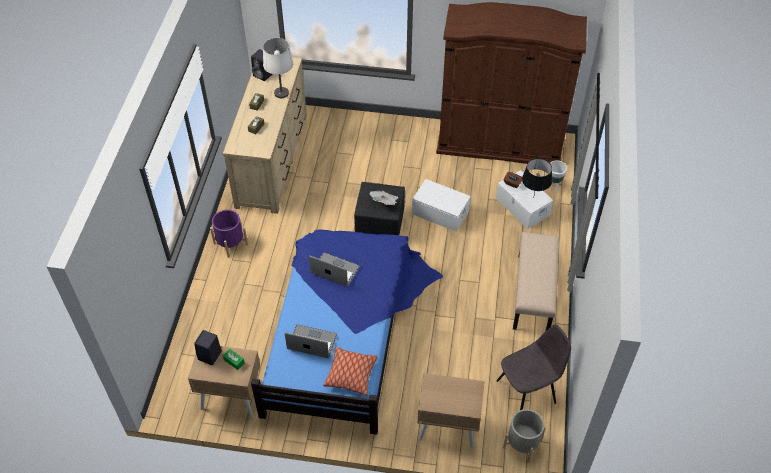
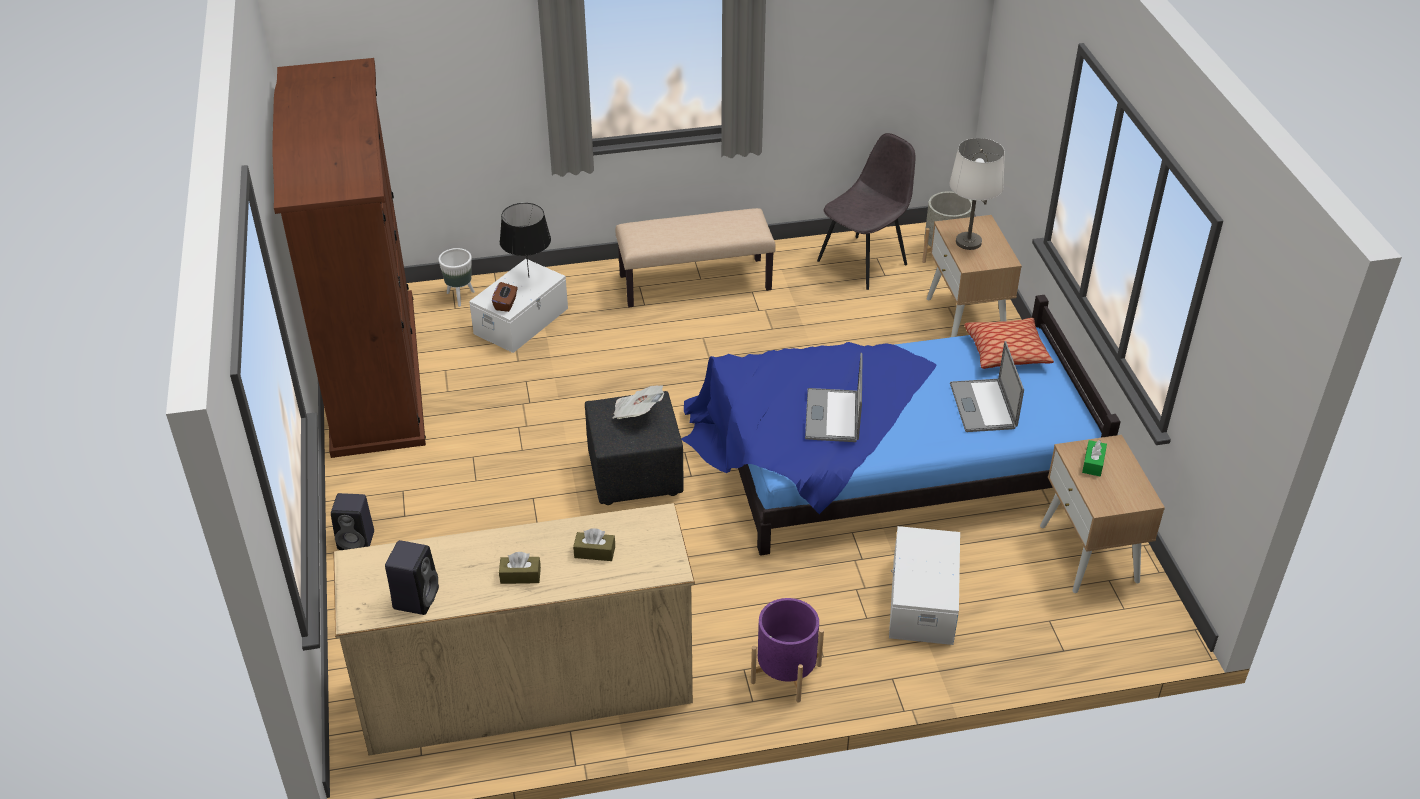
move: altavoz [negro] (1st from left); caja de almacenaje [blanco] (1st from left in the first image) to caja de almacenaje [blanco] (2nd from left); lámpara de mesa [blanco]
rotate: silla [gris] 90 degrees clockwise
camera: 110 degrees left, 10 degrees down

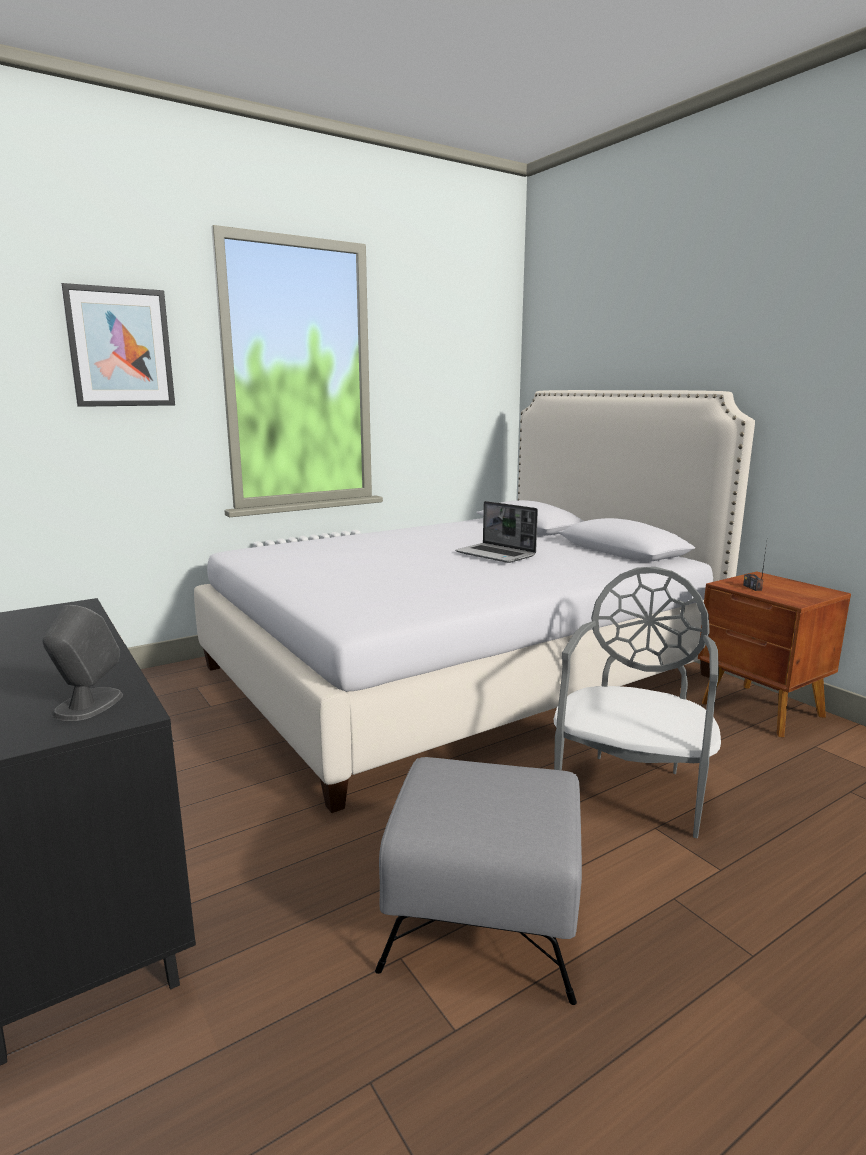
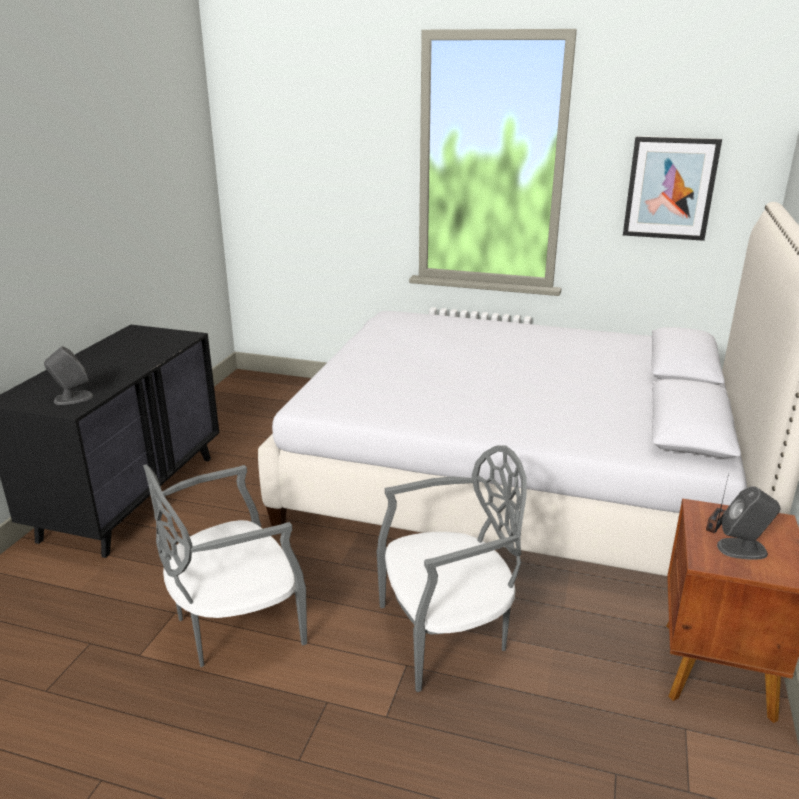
delete: portátil
insert: altavoz [gris] (2nd from left)
move: cuadro
replace: puf [gris] to silla [gris] (1st from left)
camera: 50 degrees right, 10 degrees up

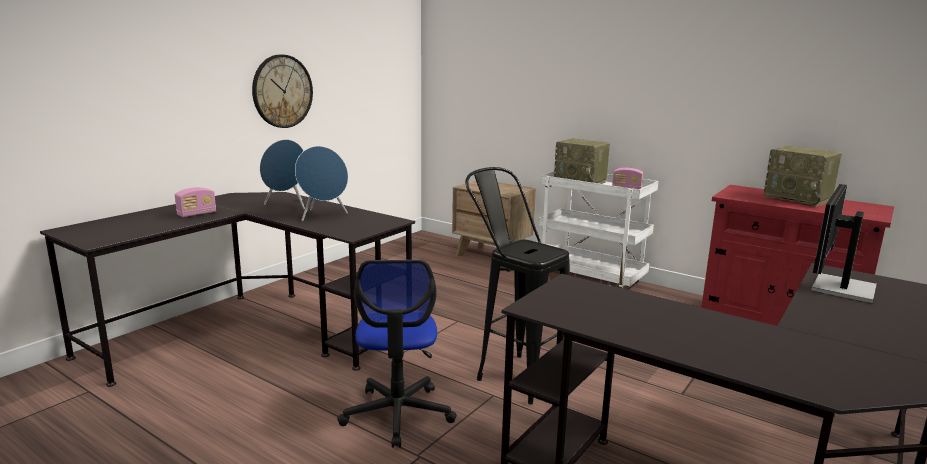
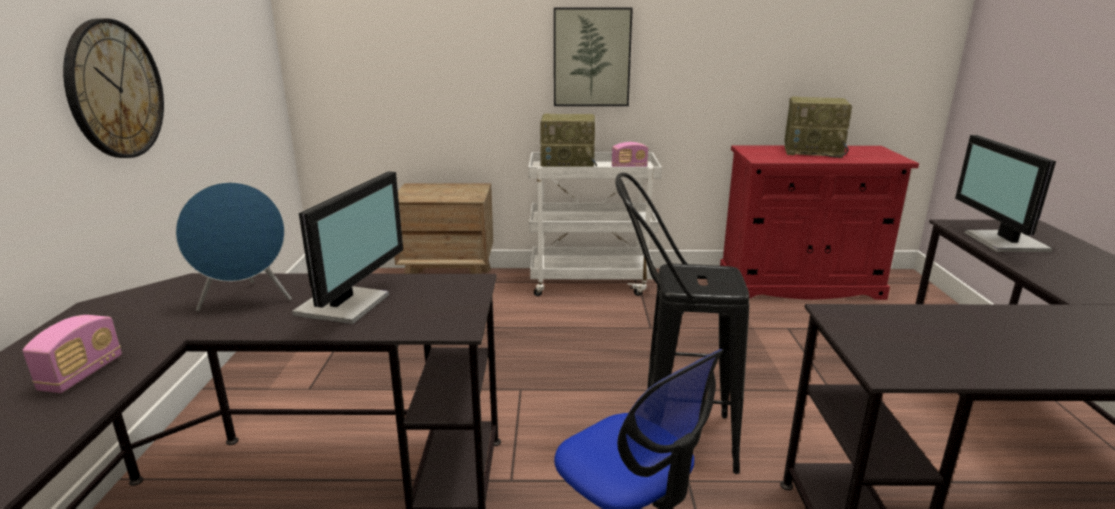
insert: cuadro
replace: altavoz [azul] (2nd from left) to monitor (1st from left)
camera: 35 degrees left, 5 degrees up

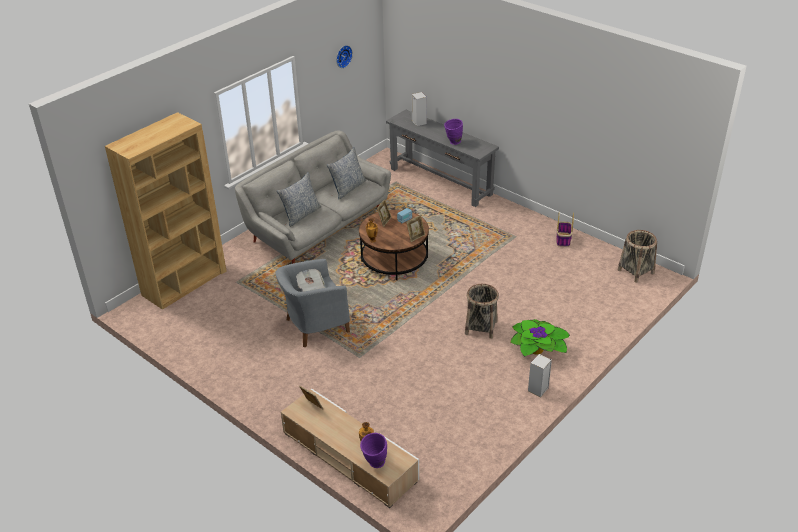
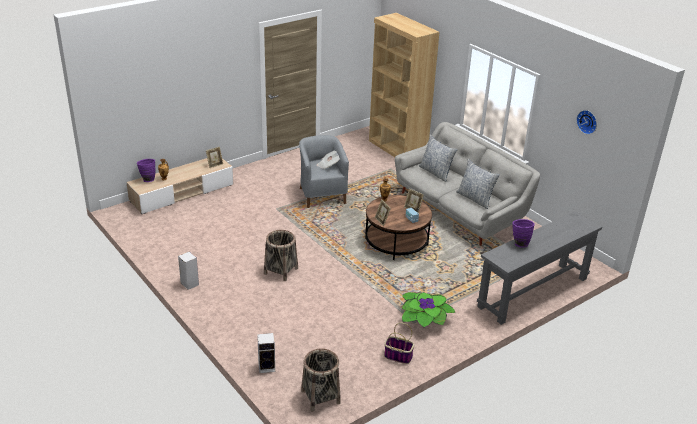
move: altavoz (1st from left in the first image) to altavoz (2nd from left); planta en maceta
camera: 100 degrees right, 5 degrees down

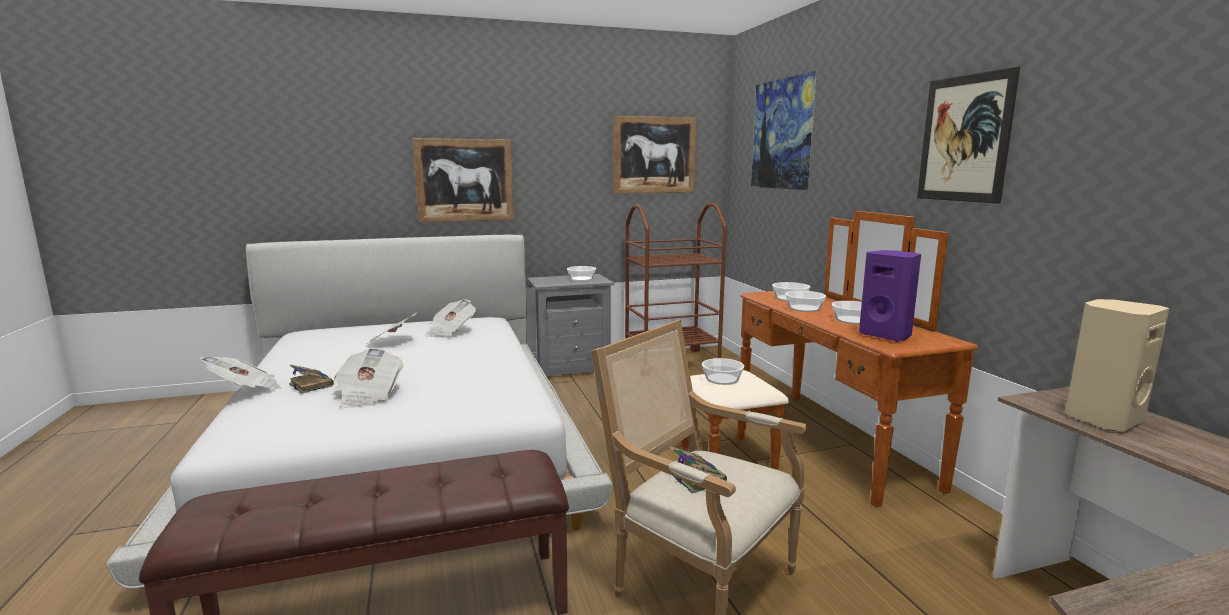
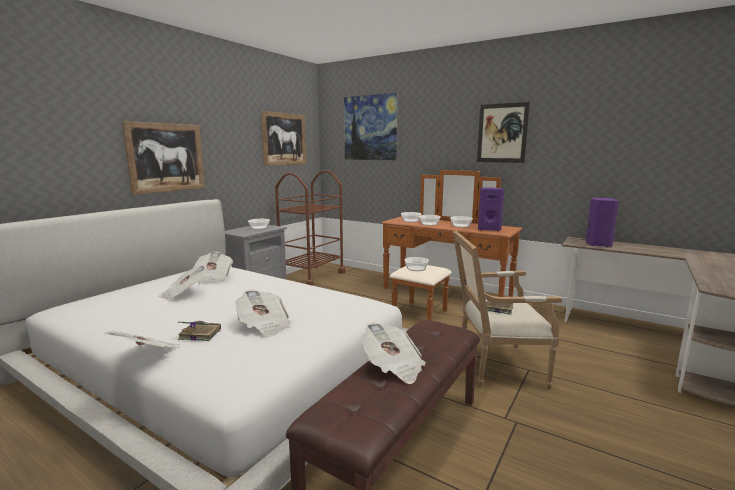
insert: periódico (5th from left)
recolor: altavoz [beis] to altavoz [morado] (2nd from left)
camera: 40 degrees left, 0 degrees up

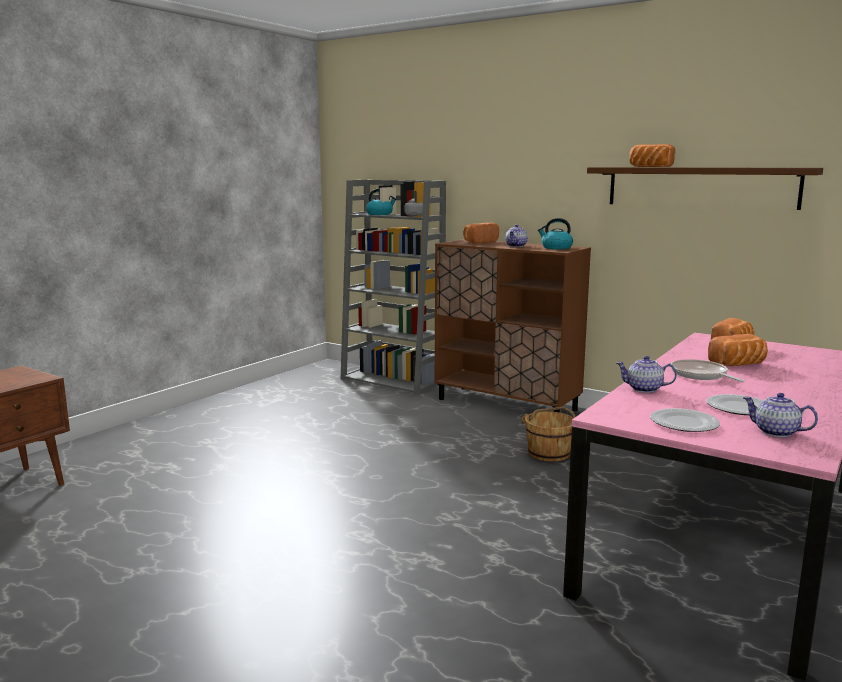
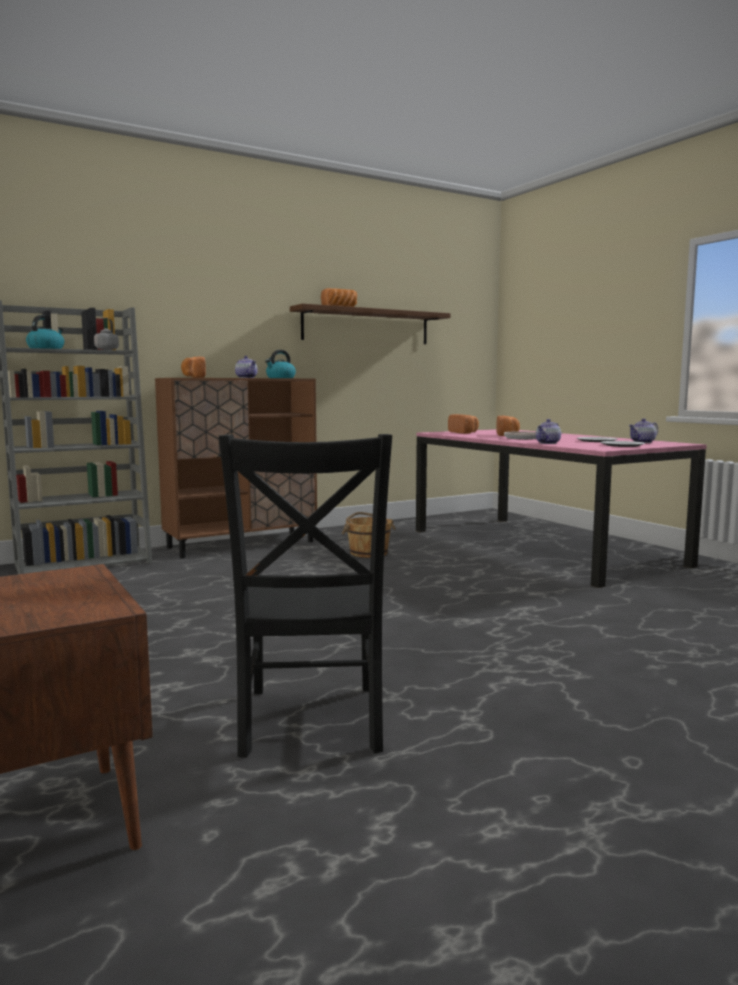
insert: silla [negro]
camera: 65 degrees left, 5 degrees down

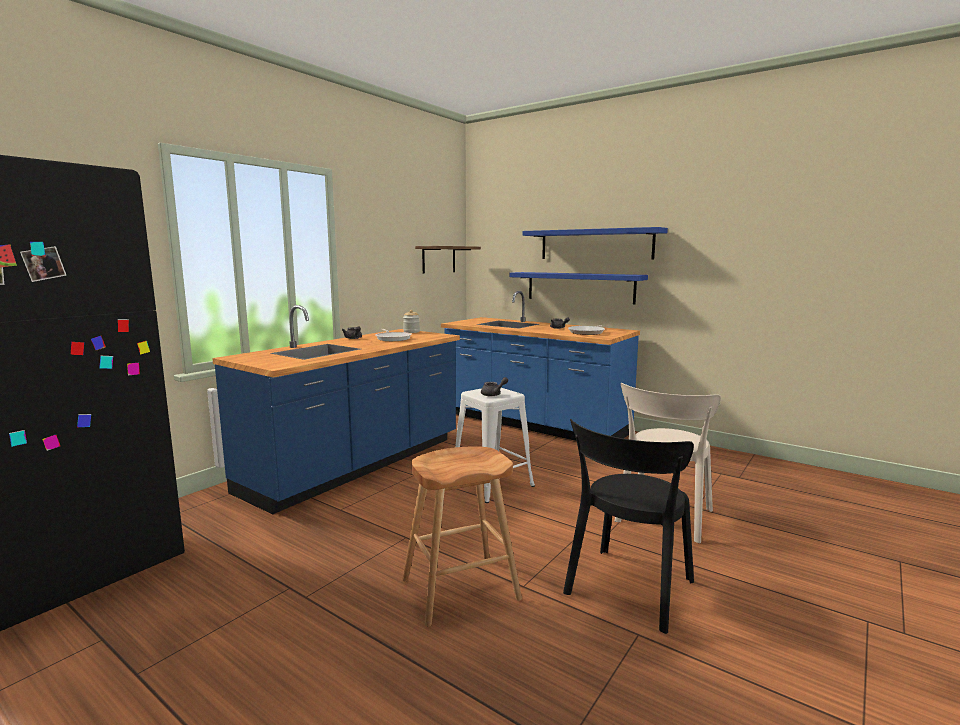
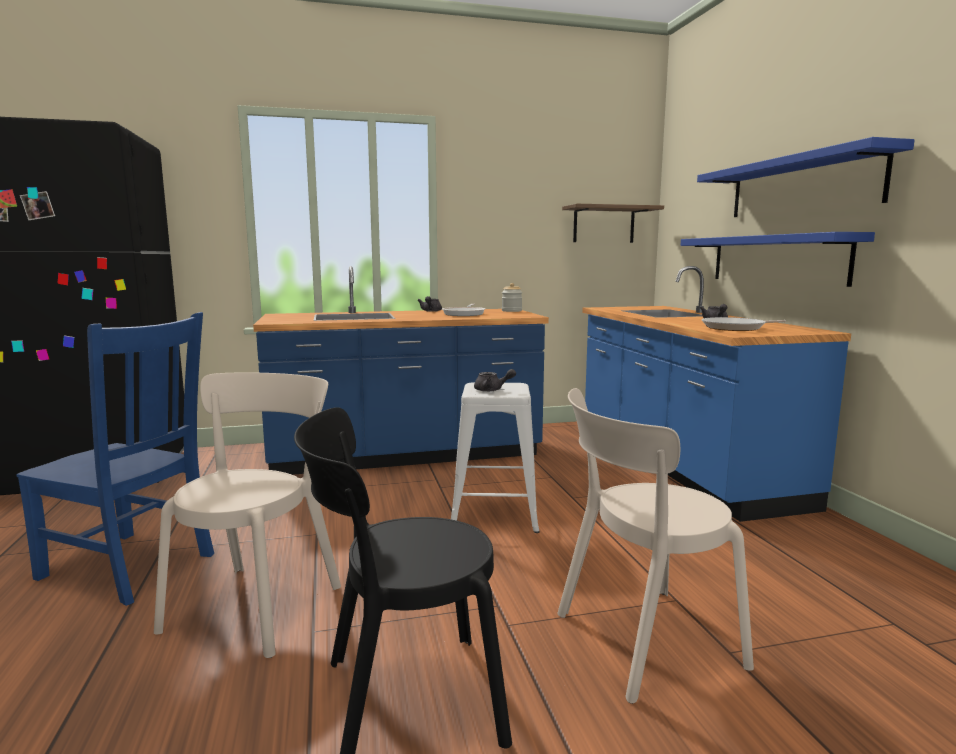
insert: silla [azul]
replace: taburete [marrón] to silla [beis] (1st from left)
camera: 40 degrees right, 0 degrees up

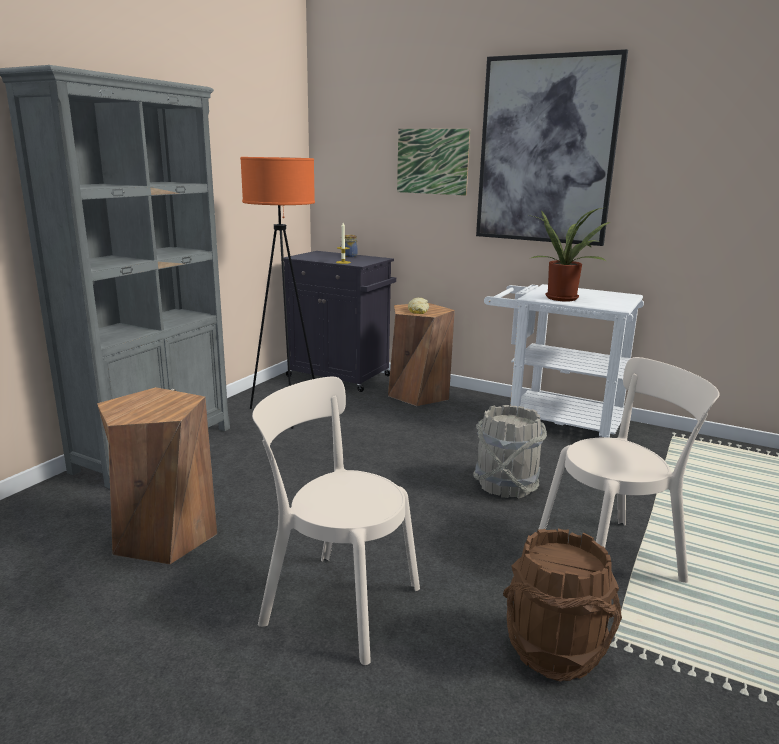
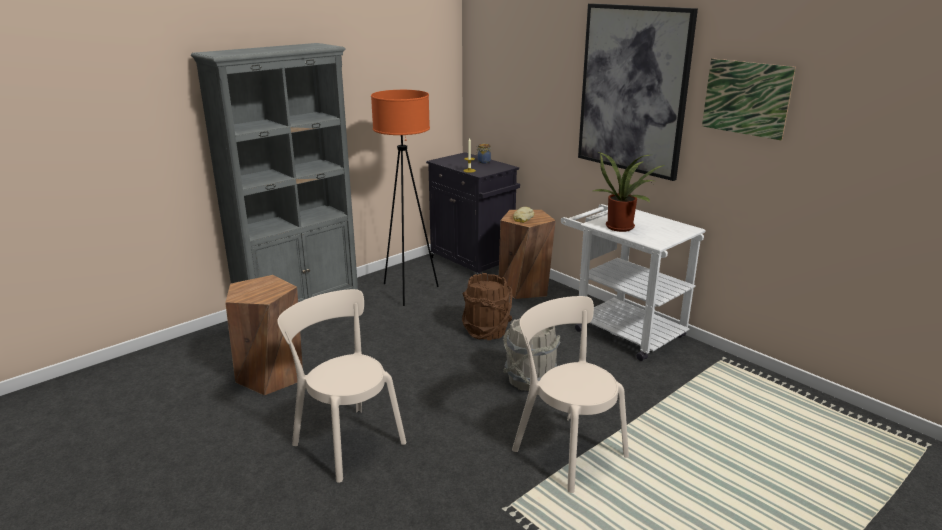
move: cubo [marrón]; cuadro (1st from left in the first image) to cuadro (2nd from left)
rotate: silla [beis] (2nd from left) 135 degrees counterclockwise
camera: 20 degrees right, 5 degrees up

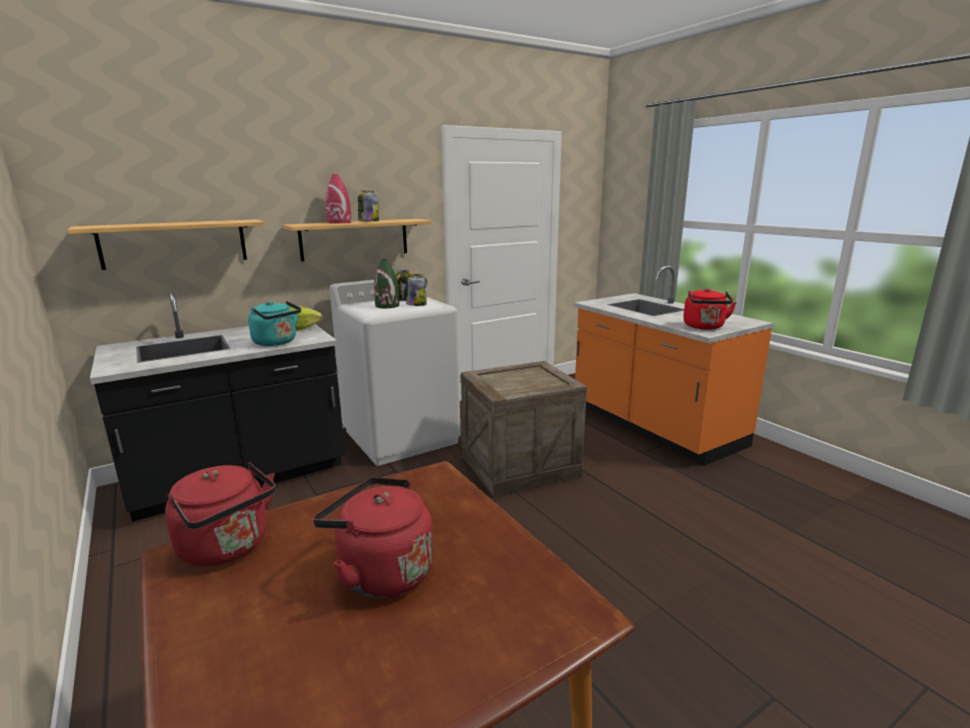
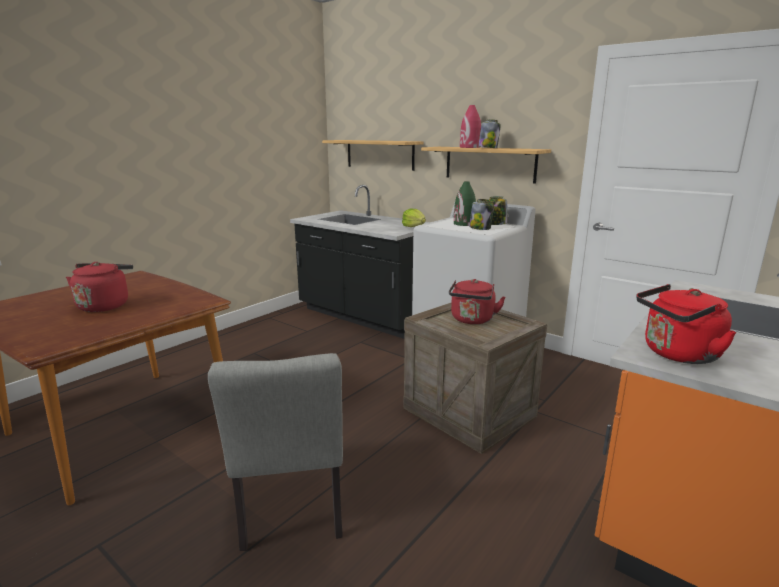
delete: hervidor [turquesa]
insert: silla [gris]
move: hervidor [rojo] (1st from left in the first image) to hervidor [rojo] (2nd from left)
camera: 70 degrees right, 0 degrees up

